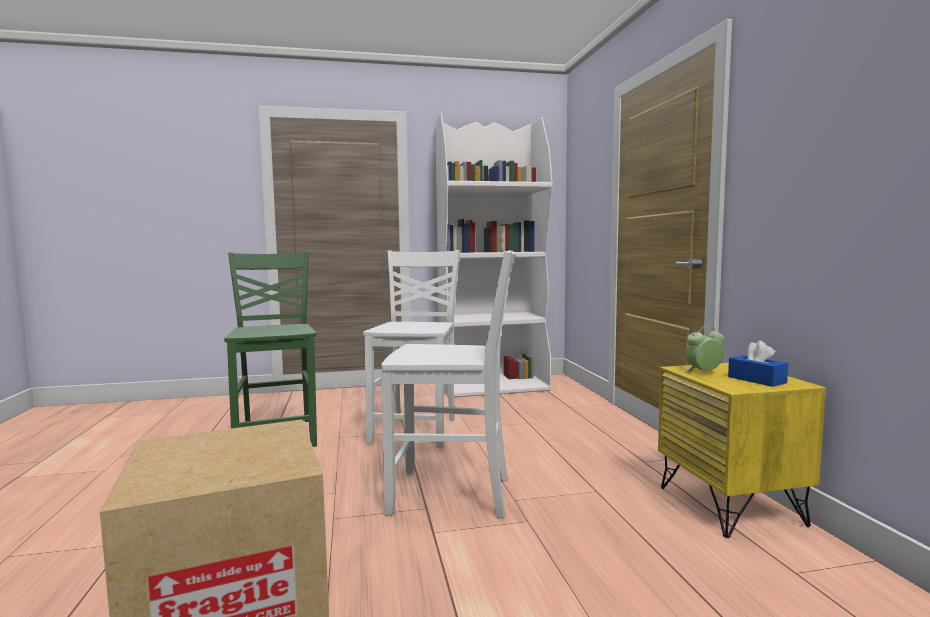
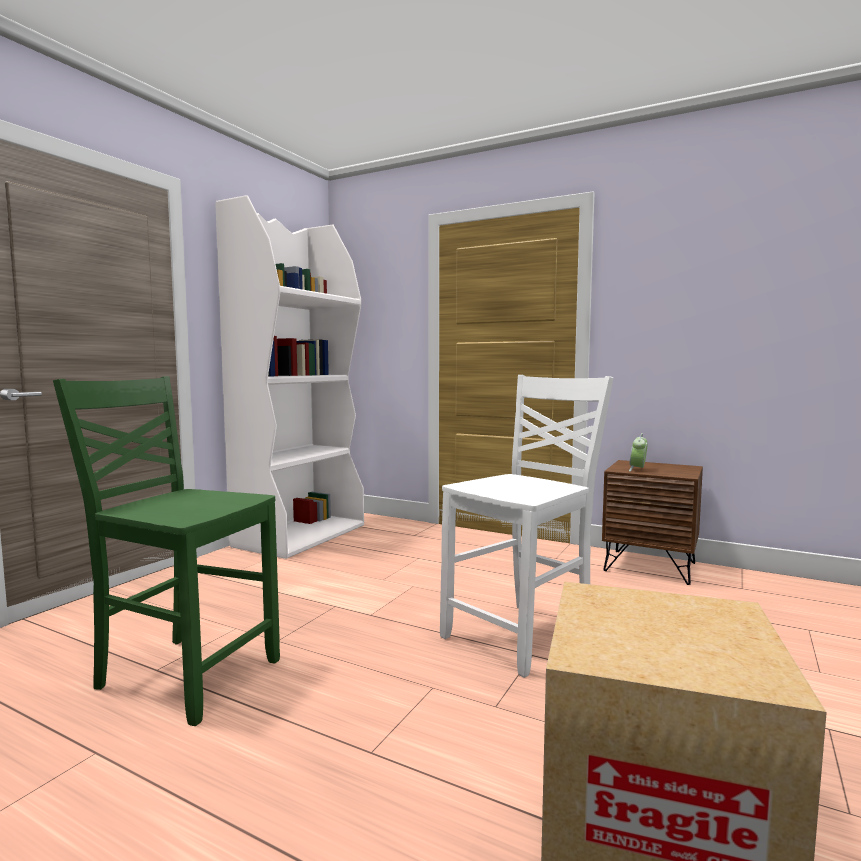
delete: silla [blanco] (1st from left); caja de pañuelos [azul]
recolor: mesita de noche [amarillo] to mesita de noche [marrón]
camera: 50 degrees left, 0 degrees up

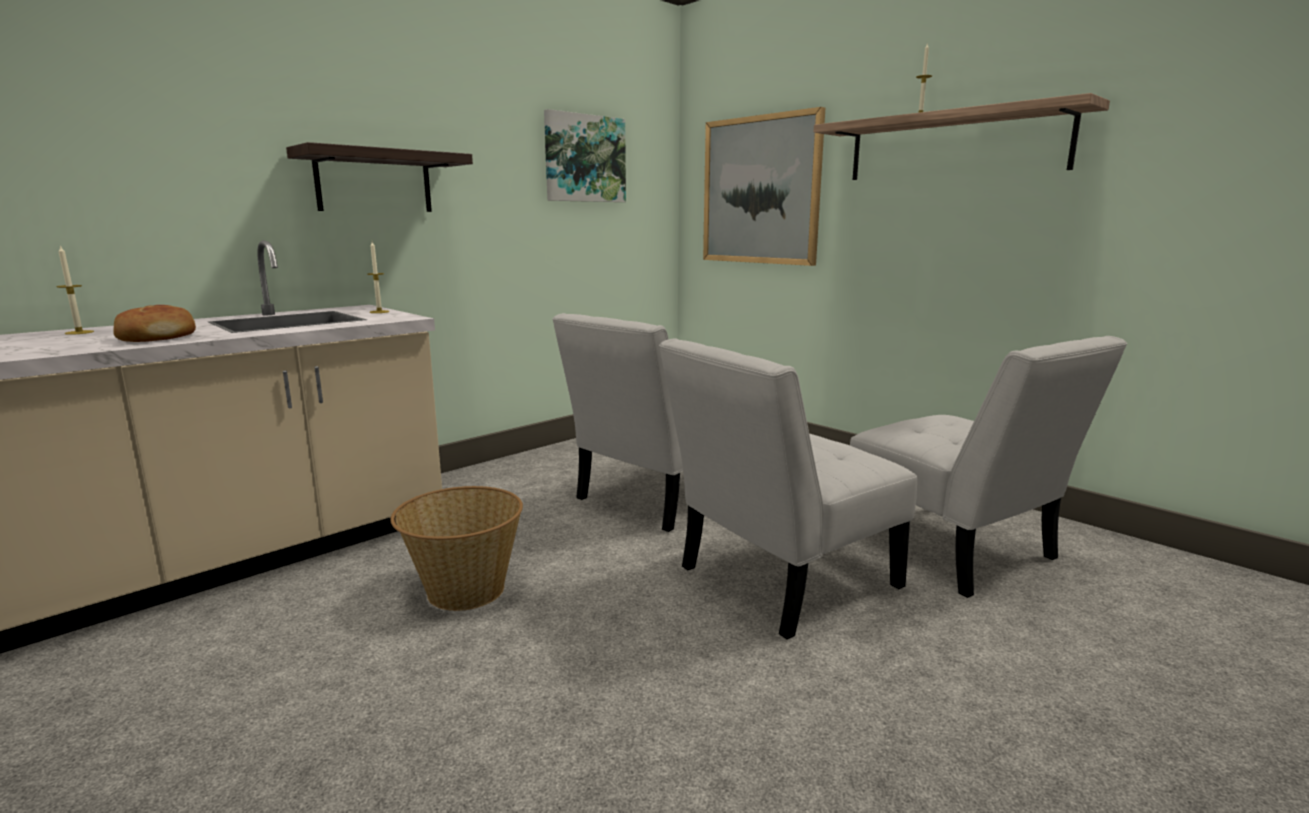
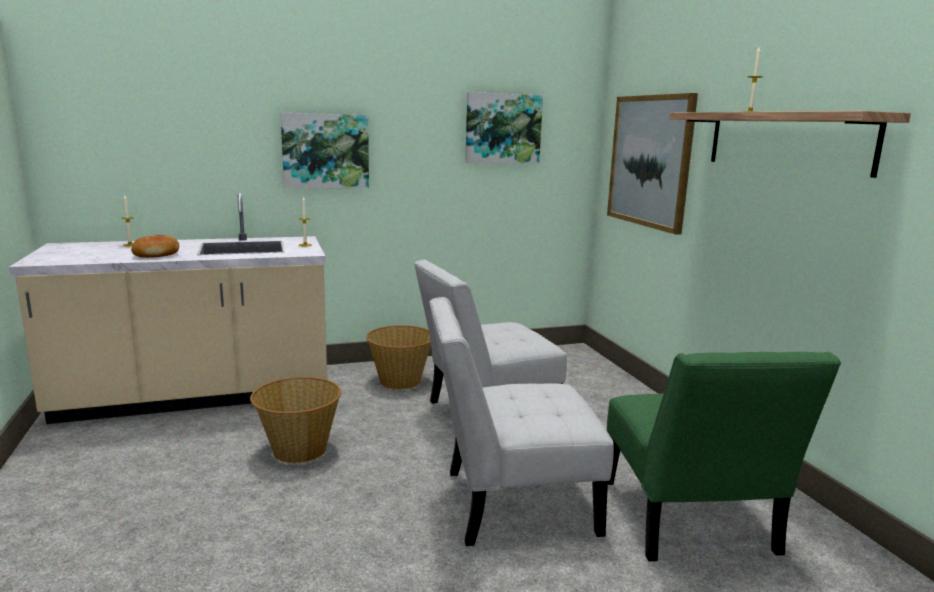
insert: cesta (2nd from left)
replace: estante (1st from left) to cuadro (1st from left)
recolor: silla [blanco] (3rd from left) to silla [verde]
camera: 25 degrees right, 0 degrees up

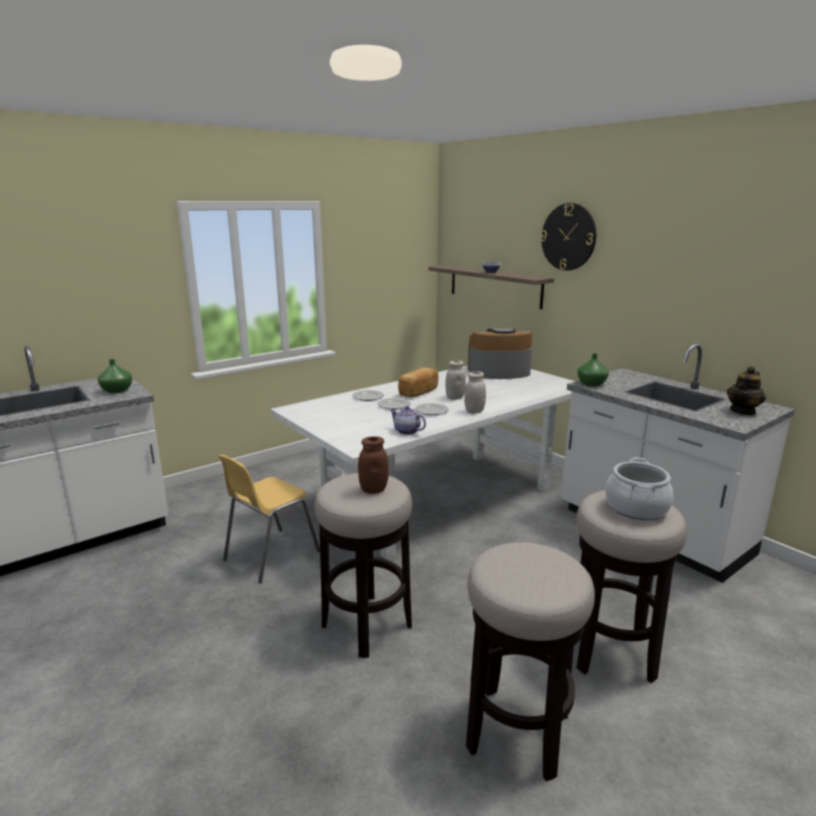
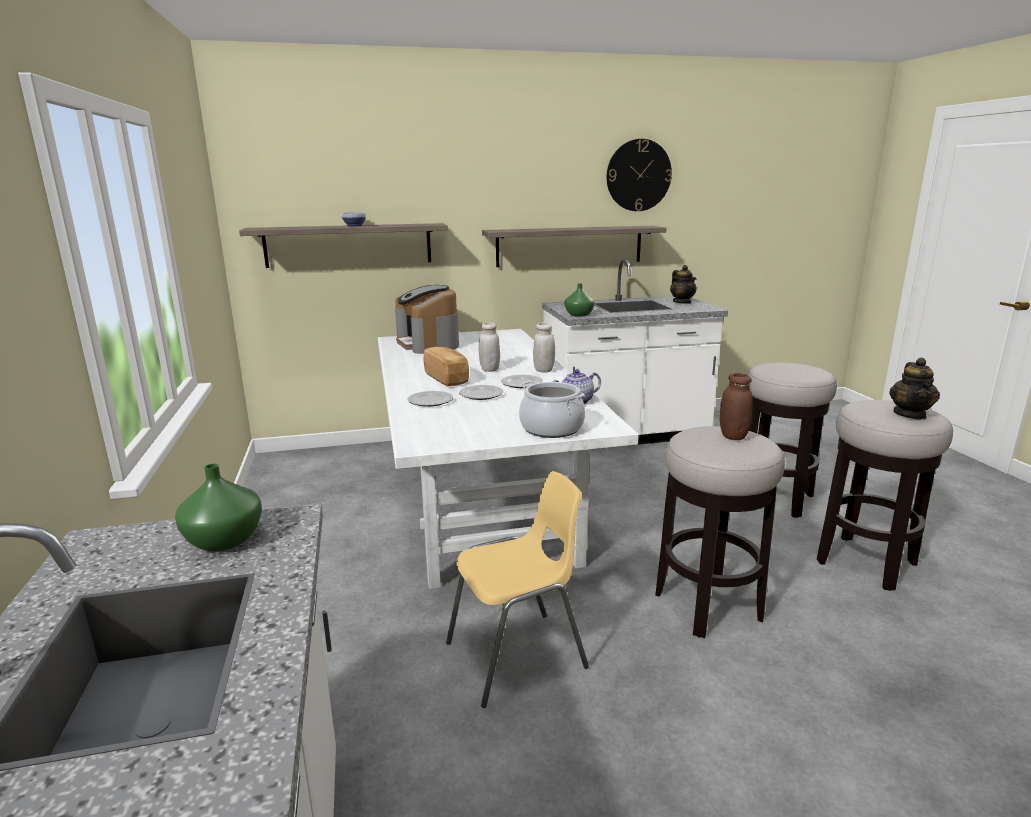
insert: estante (2nd from left); tetera (3rd from left)
move: olla; reloj de pared
rotate: cafetera 45 degrees counterclockwise; silla [amarillo] 90 degrees counterclockwise
camera: 65 degrees left, 0 degrees up

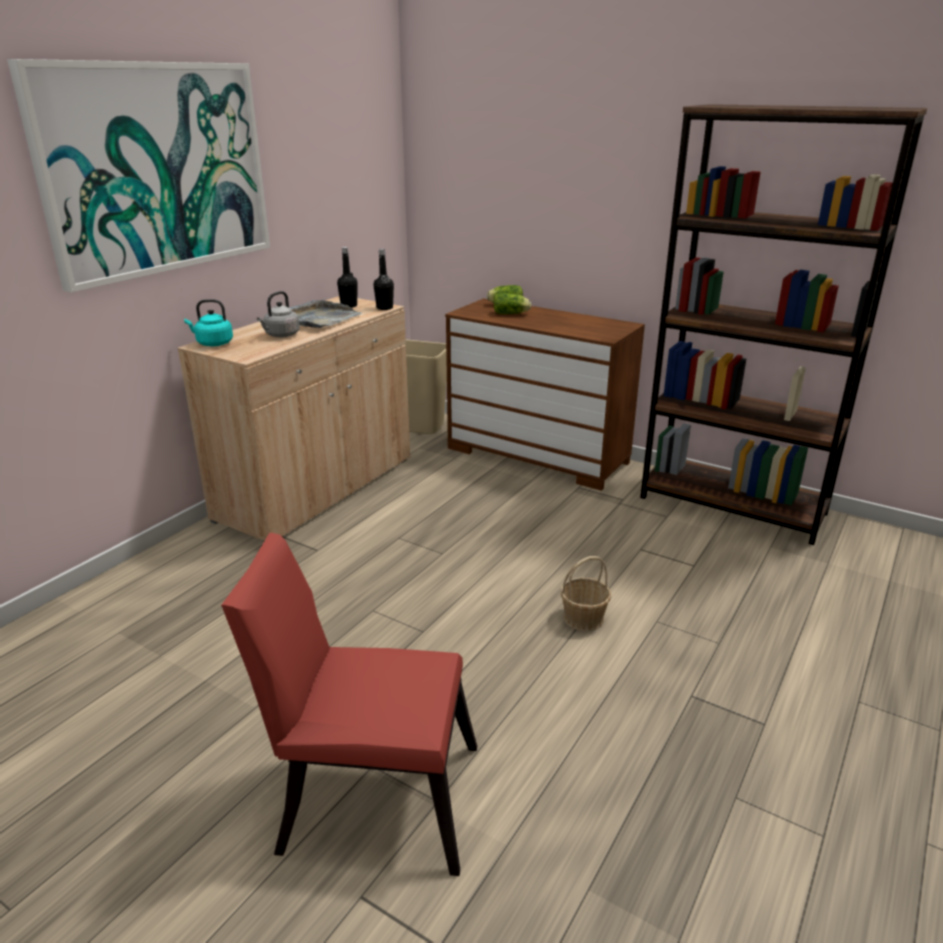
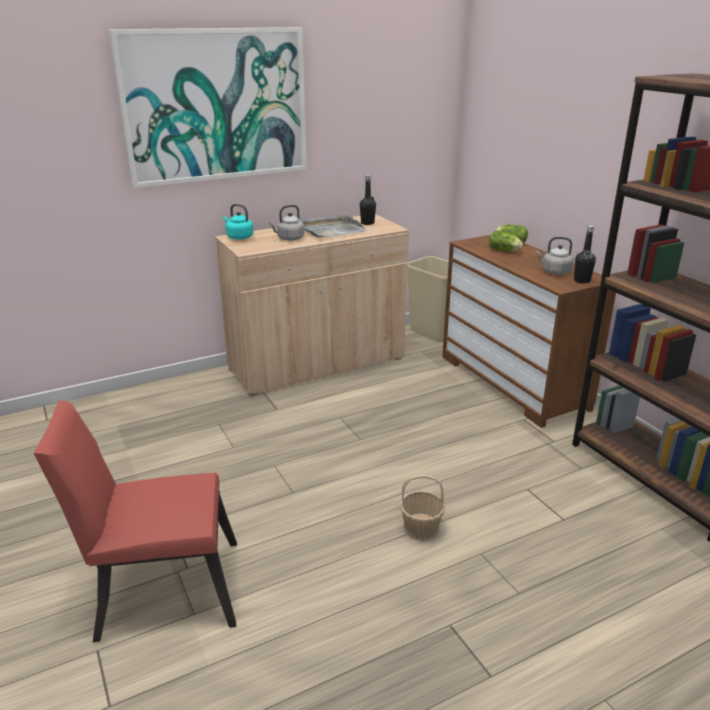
insert: hervidor [gris] (2nd from left)
move: botella [negro] (2nd from left)
rotate: silla [rojo] 45 degrees counterclockwise
camera: 30 degrees right, 0 degrees up

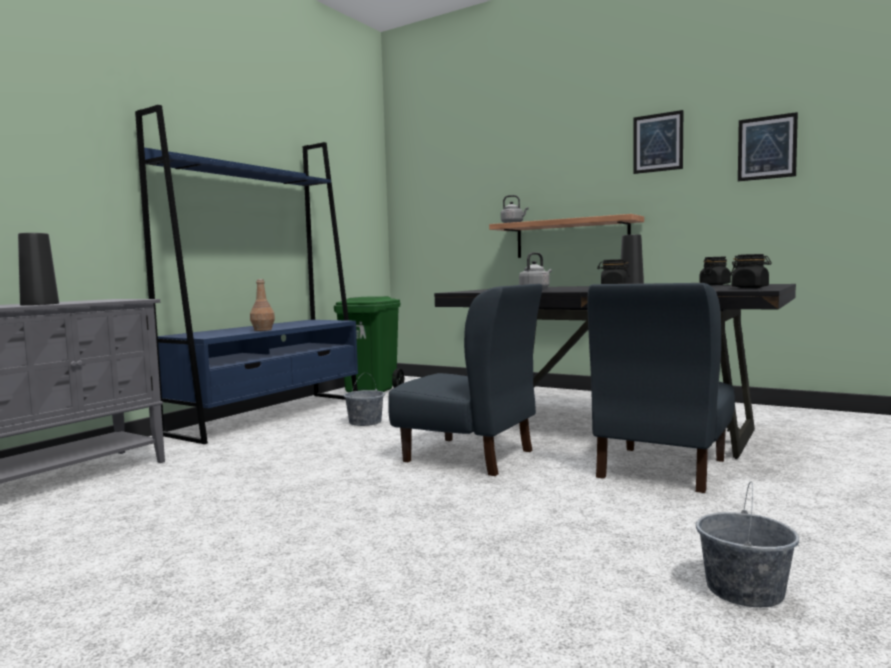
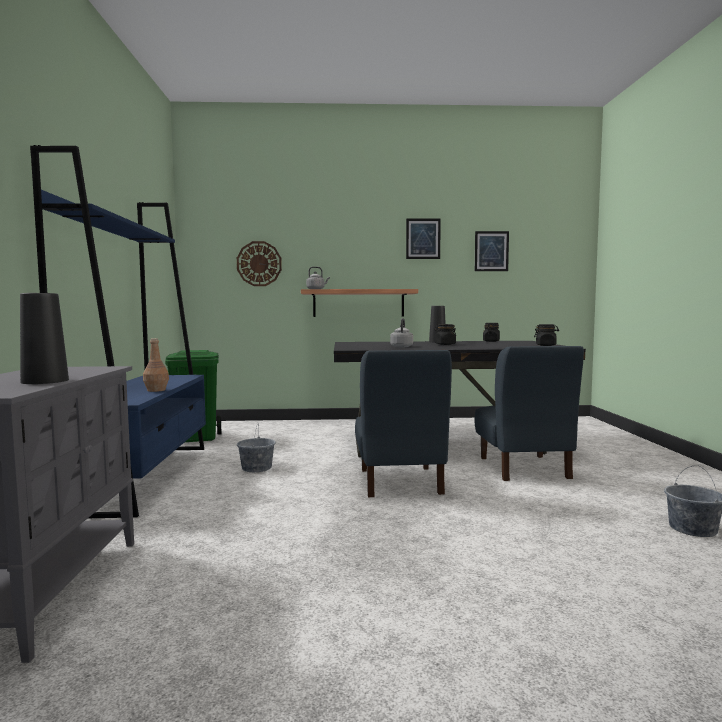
insert: reloj de pared
rotate: silla [azul] (1st from left) 90 degrees clockwise
camera: 35 degrees left, 0 degrees up

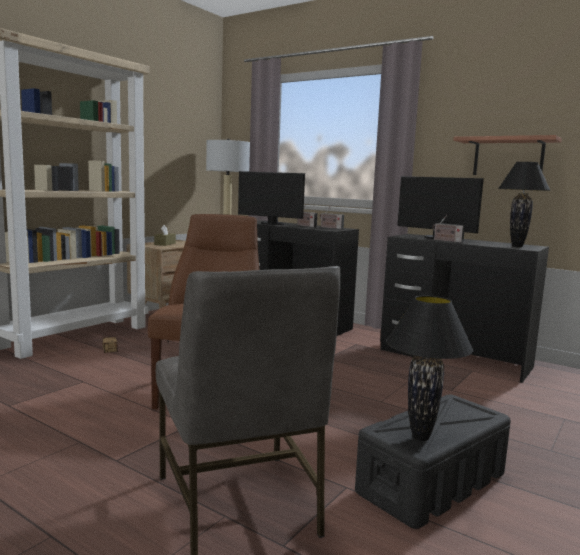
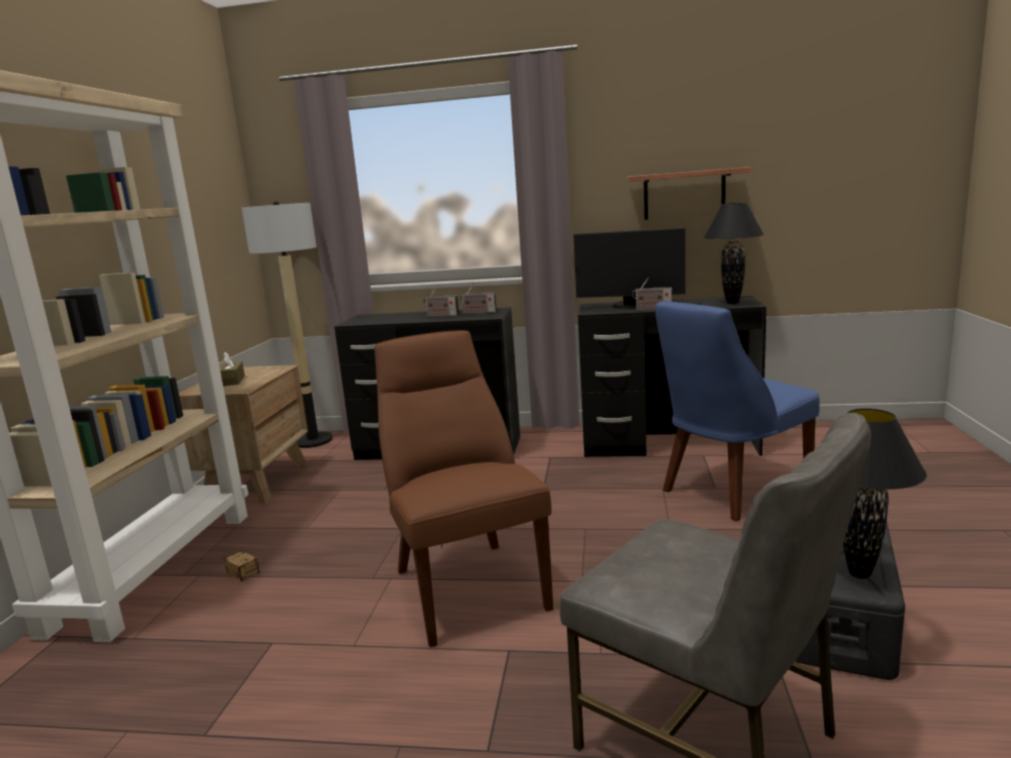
delete: monitor (1st from left)
insert: silla [azul]
camera: 25 degrees left, 5 degrees up

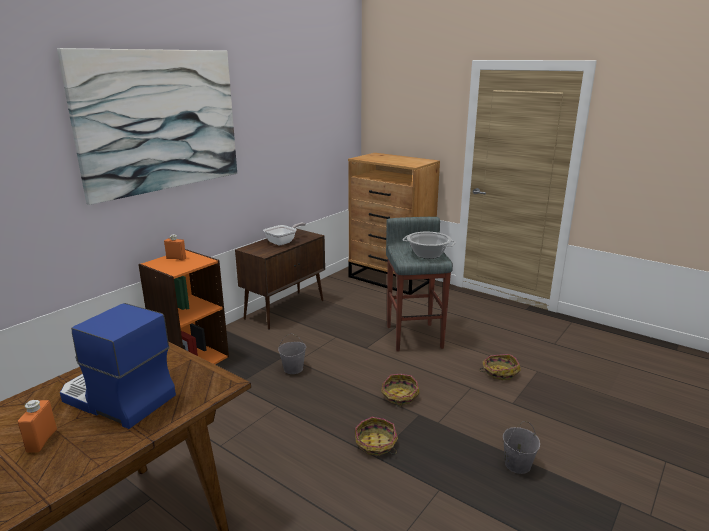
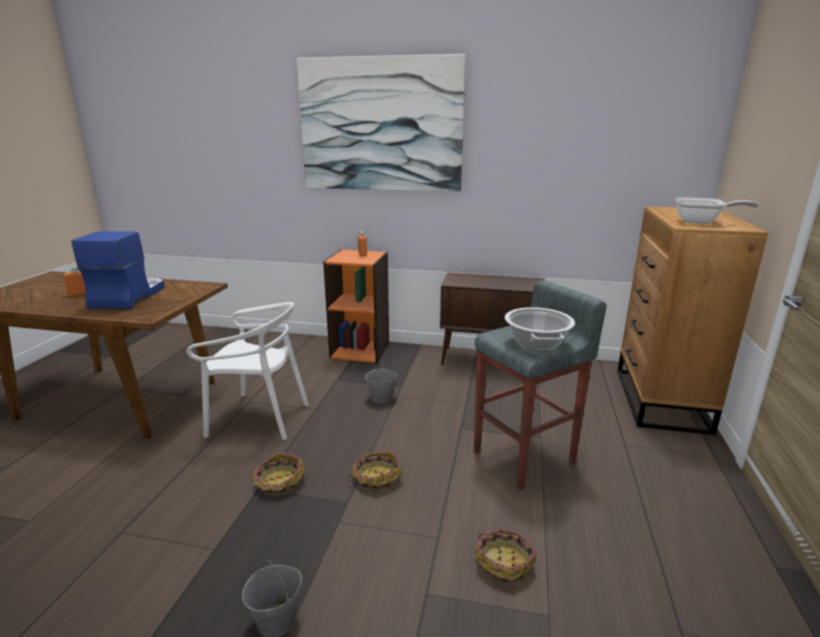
insert: silla [blanco]
move: sartén
camera: 65 degrees right, 0 degrees up

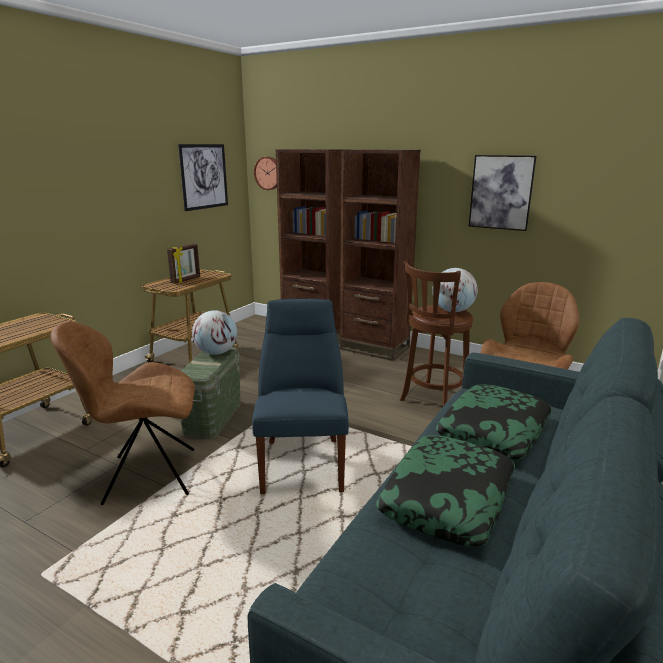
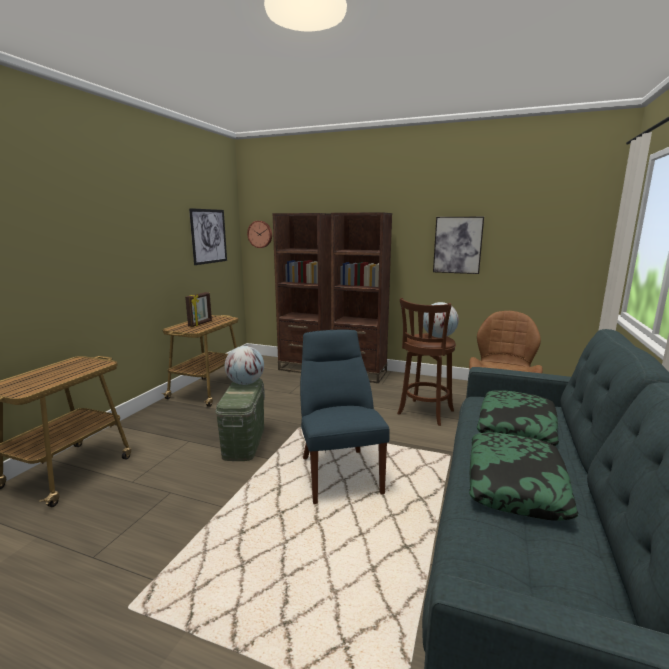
delete: silla [marrón] (1st from left)
camera: 10 degrees left, 5 degrees down

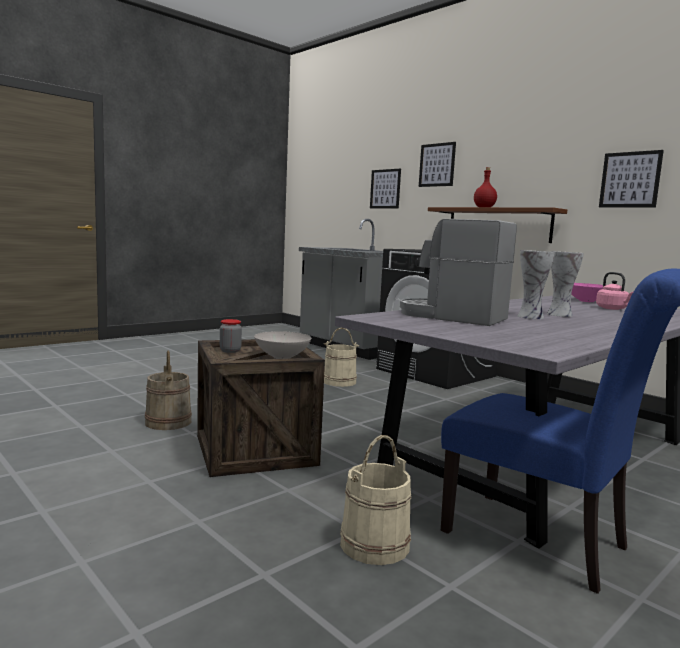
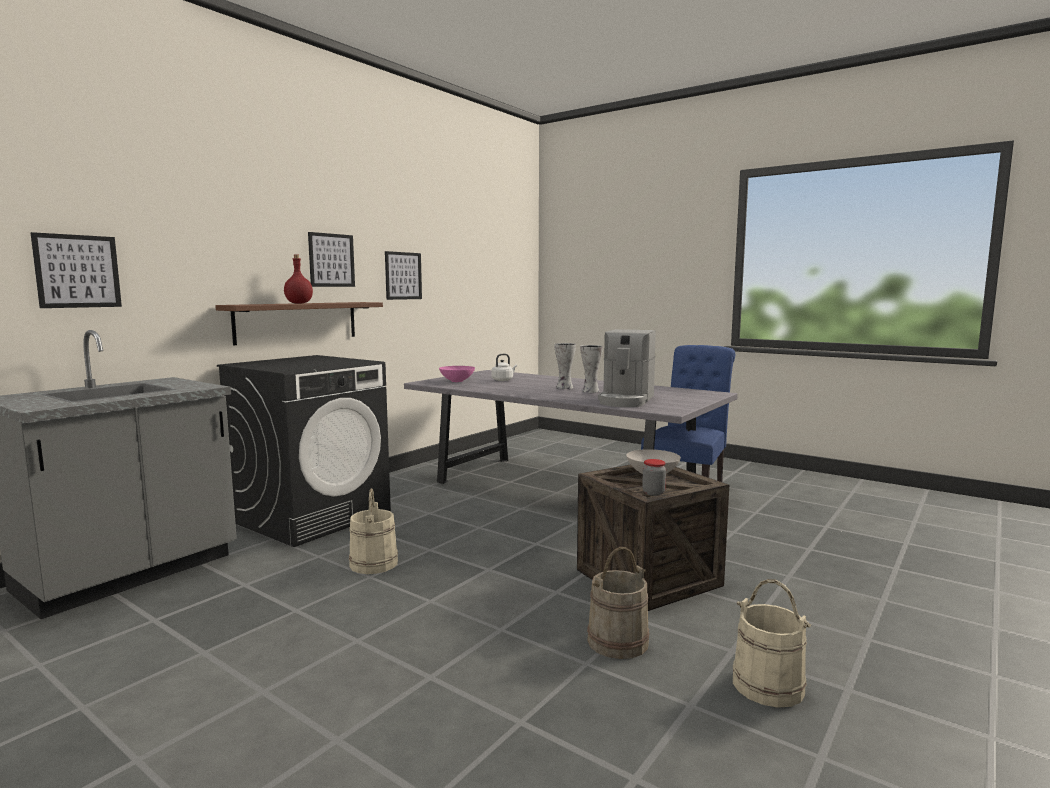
move: cuadro (2nd from left); cubo [beis] (3rd from left)
recolor: hervidor [rosa] to hervidor [blanco]
camera: 100 degrees left, 0 degrees up

